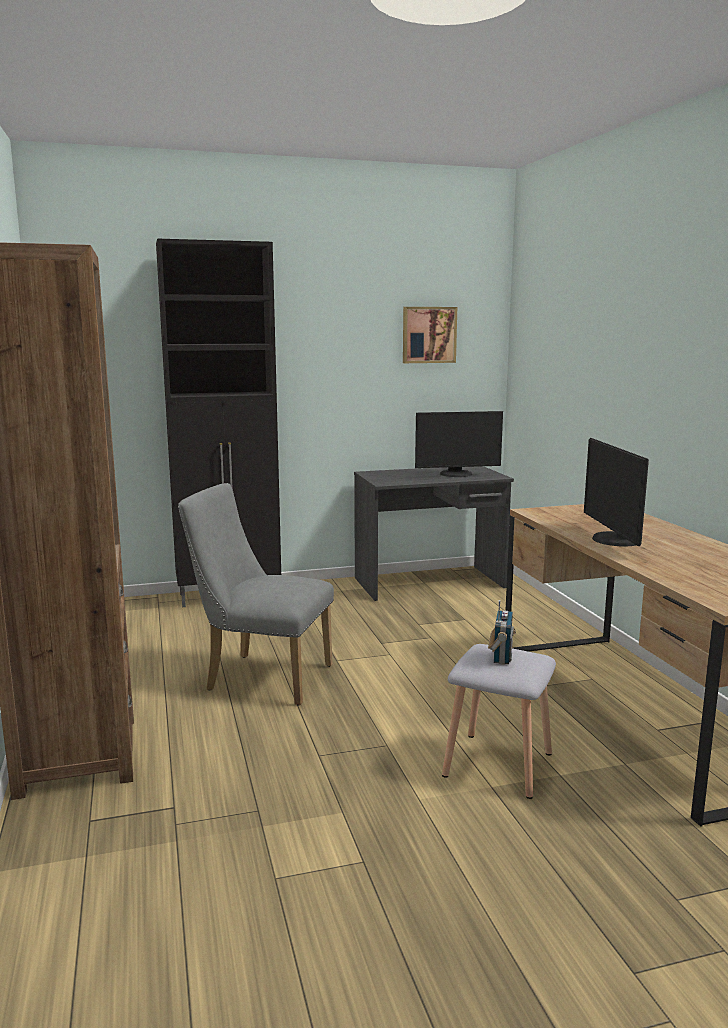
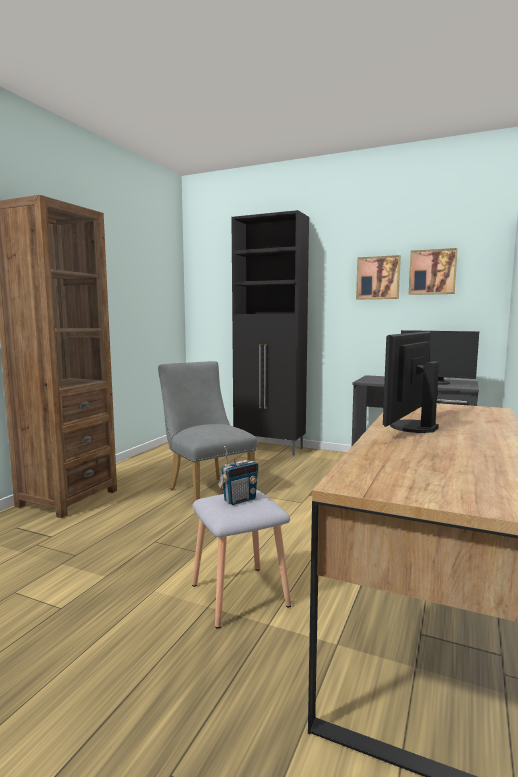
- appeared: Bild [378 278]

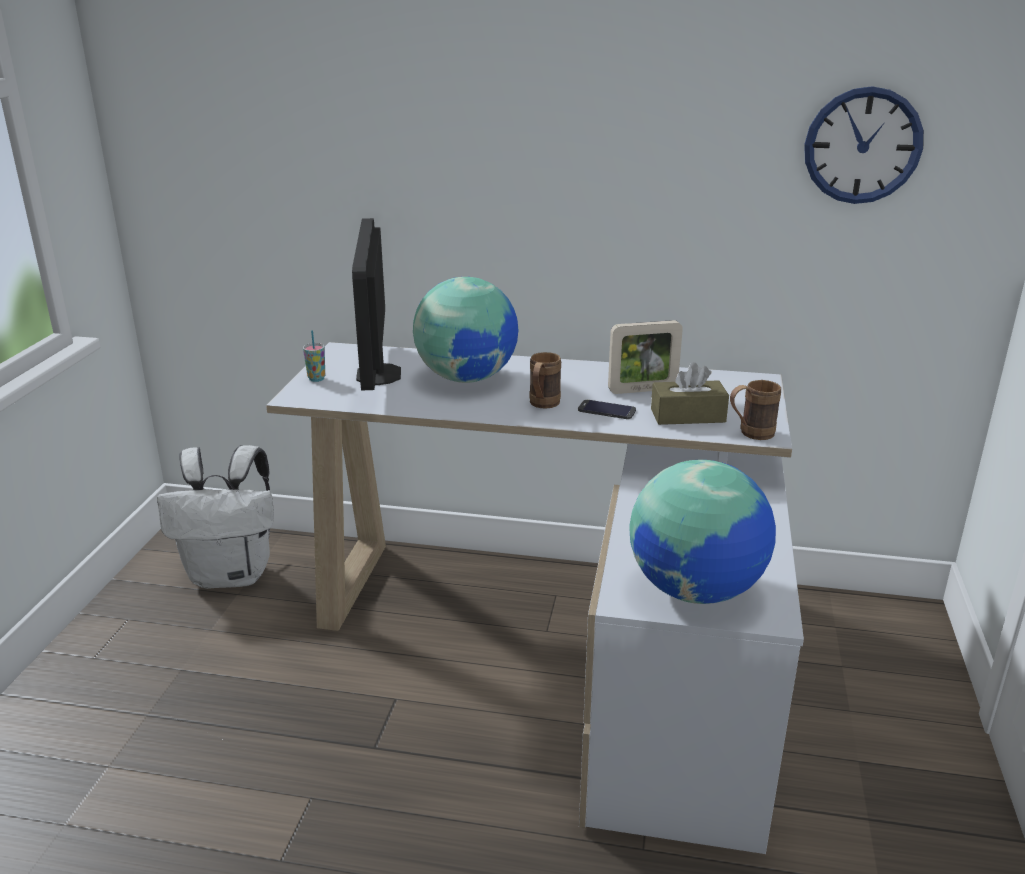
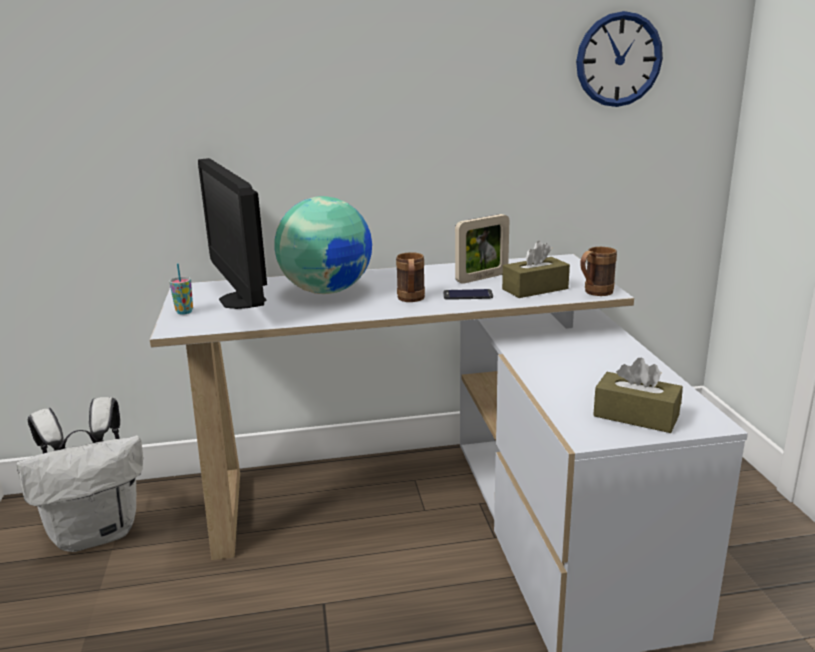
- exchanged: Globus [696 590] to Taschentuchbox (braun) [636 416]

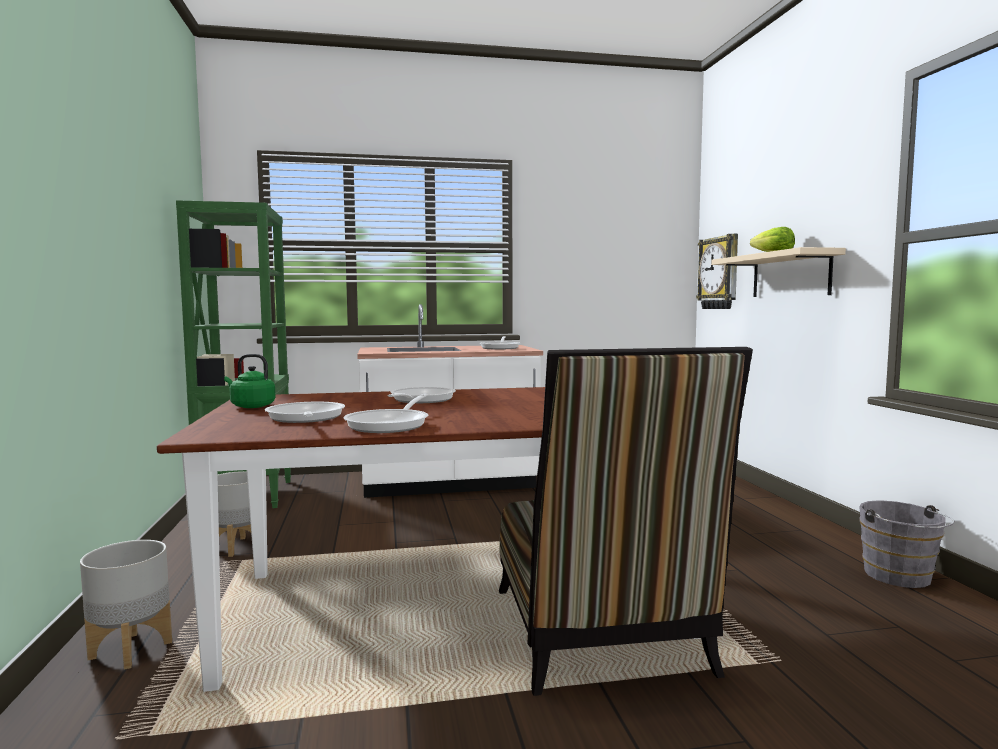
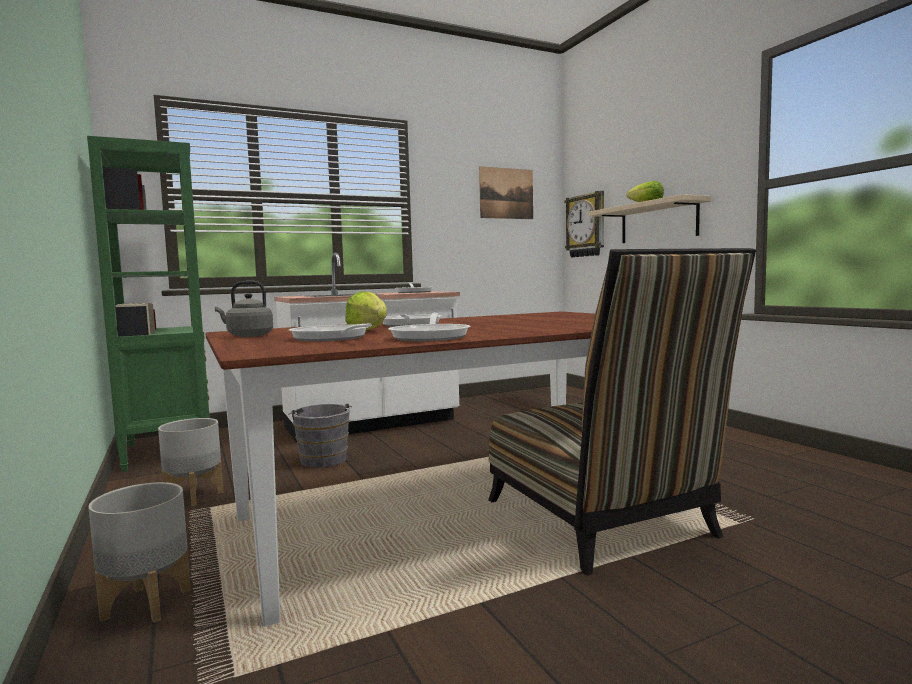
- colour: Wasserkessel (grün) [251 406] to Wasserkessel (grau) [247 336]
- relocated: Eimer (grau) [900 577] to [324 461]
- appeared: Salatkopf [368 330]
- appeared: Bild [506 193]

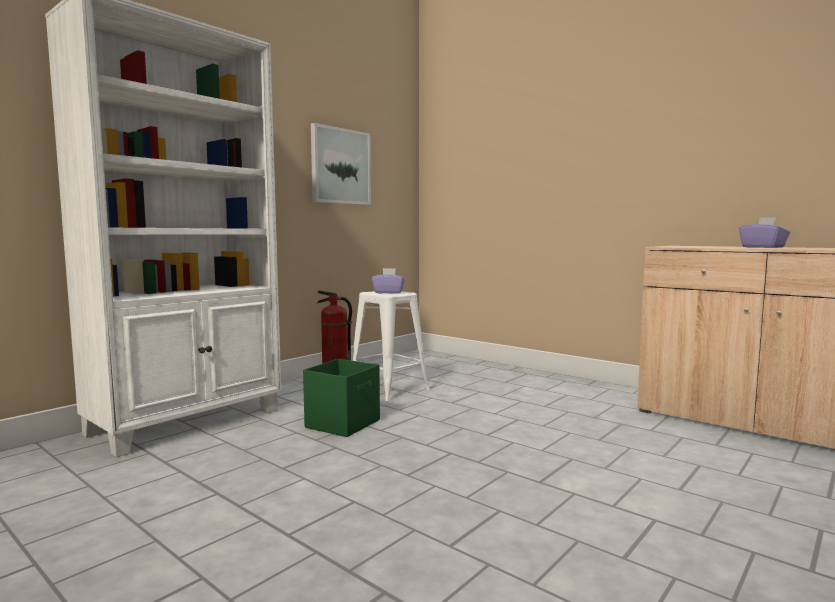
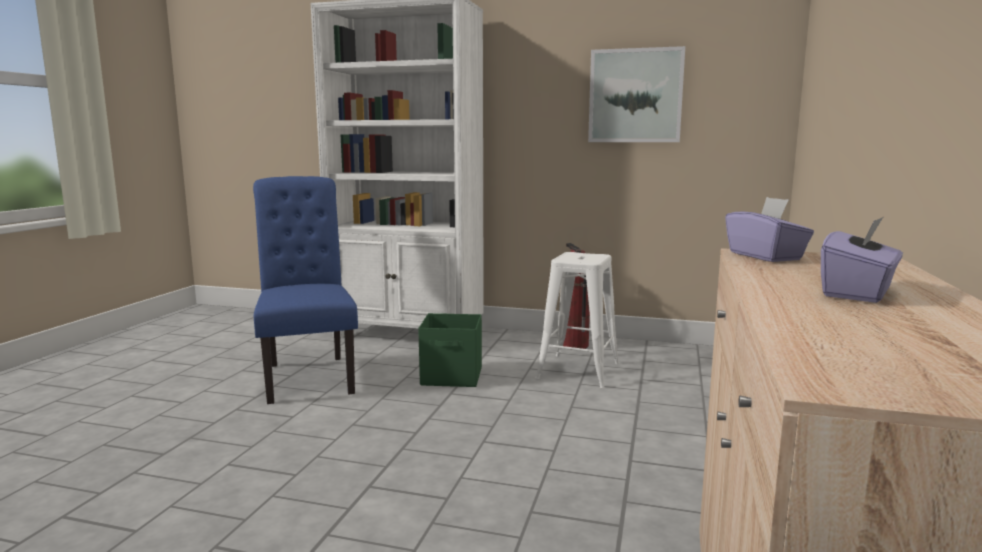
- relocated: Taschentuchbox (lila) [388 292] to [765 256]
- appeared: Stuhl (blau) [308 375]

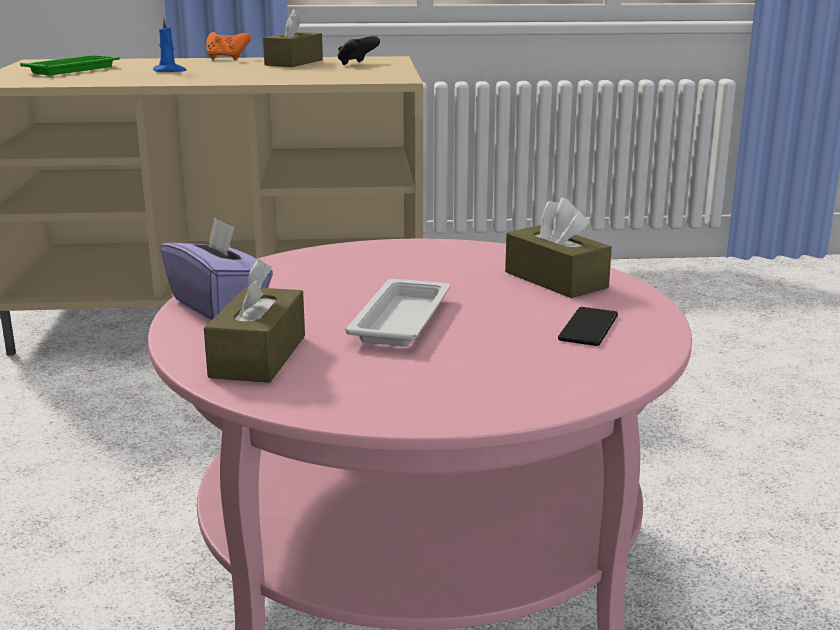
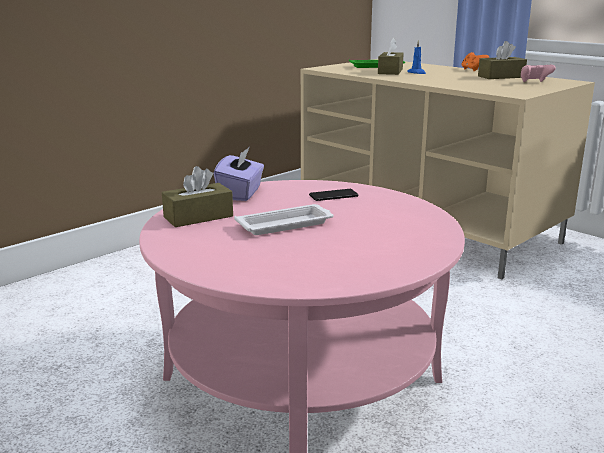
- colour: Gamepad (schwarz) [357 64] to Gamepad (rosa) [534 82]
- relocated: Taschentuchbox (braun) [555 280] to [390 71]
- relocated: Handy [588 328] to [333 196]

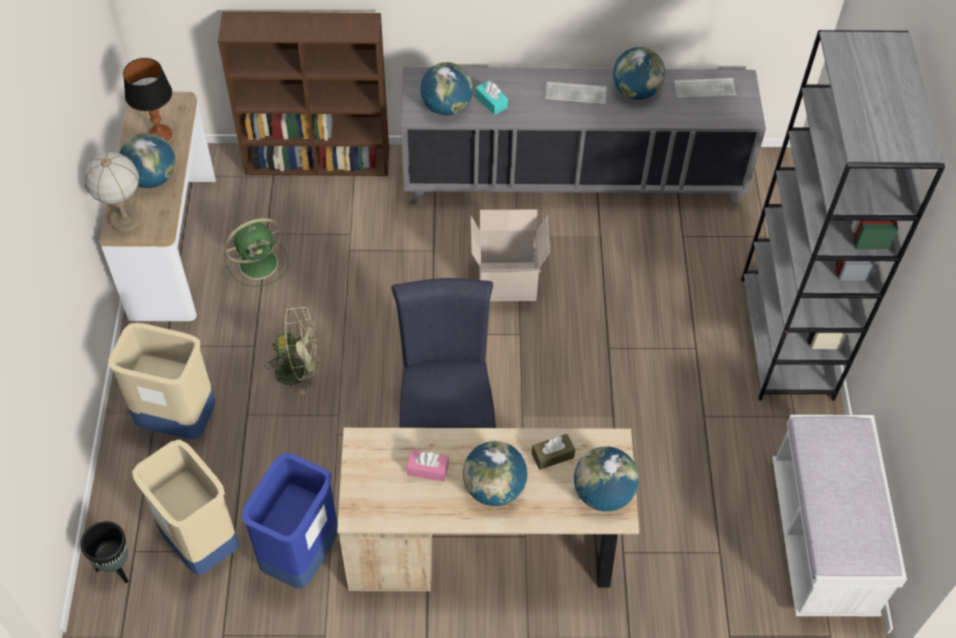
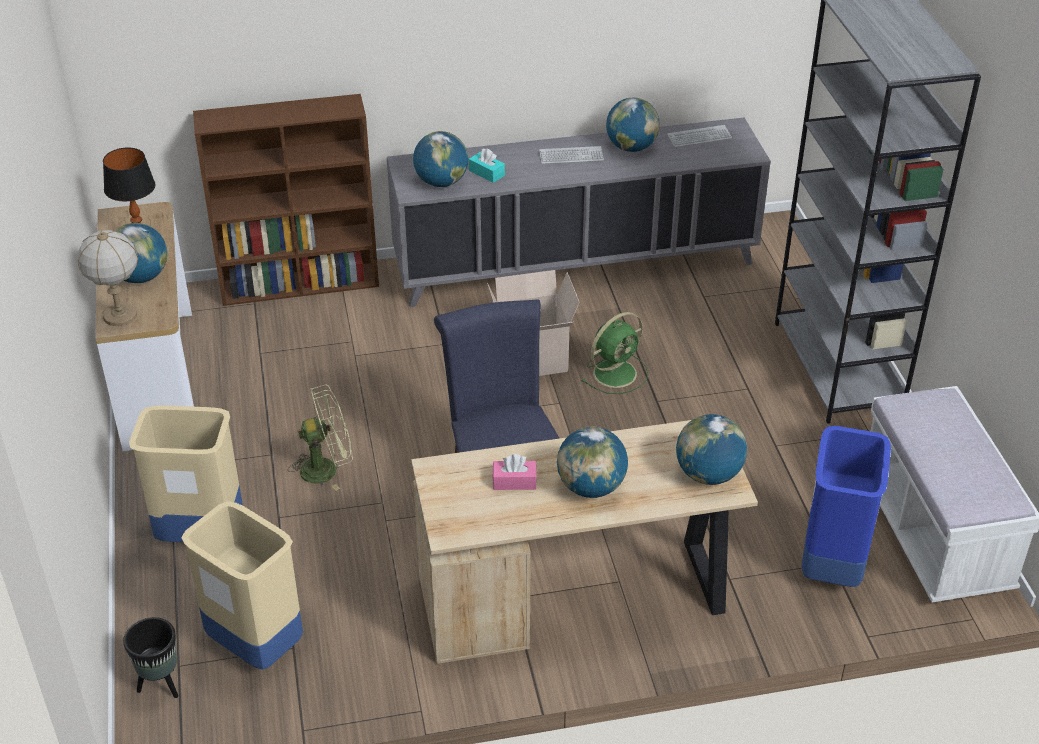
- relocated: Ventilator (grün) [260 263] to [616 372]
- relocated: Mülleimer (blau) [301 557] to [832 567]
- missing: Taschentuchbox (braun) [552 455]

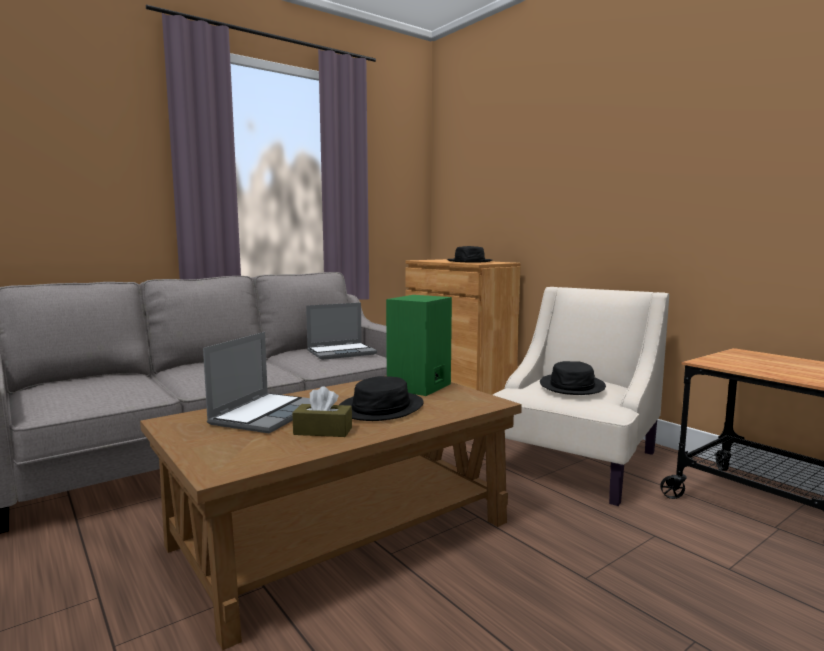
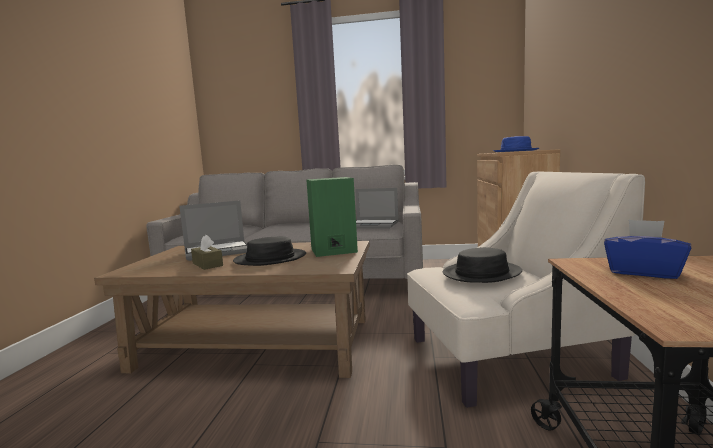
- colour: Hut (schwarz) [469 261] to Hut (blau) [516 151]
- appeared: Taschentuchbox (blau) [642 272]

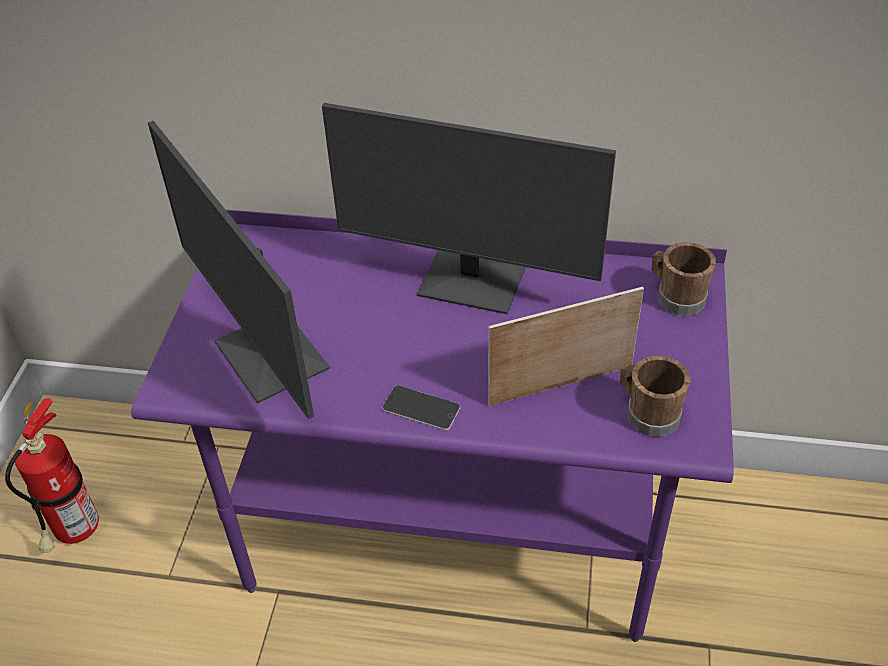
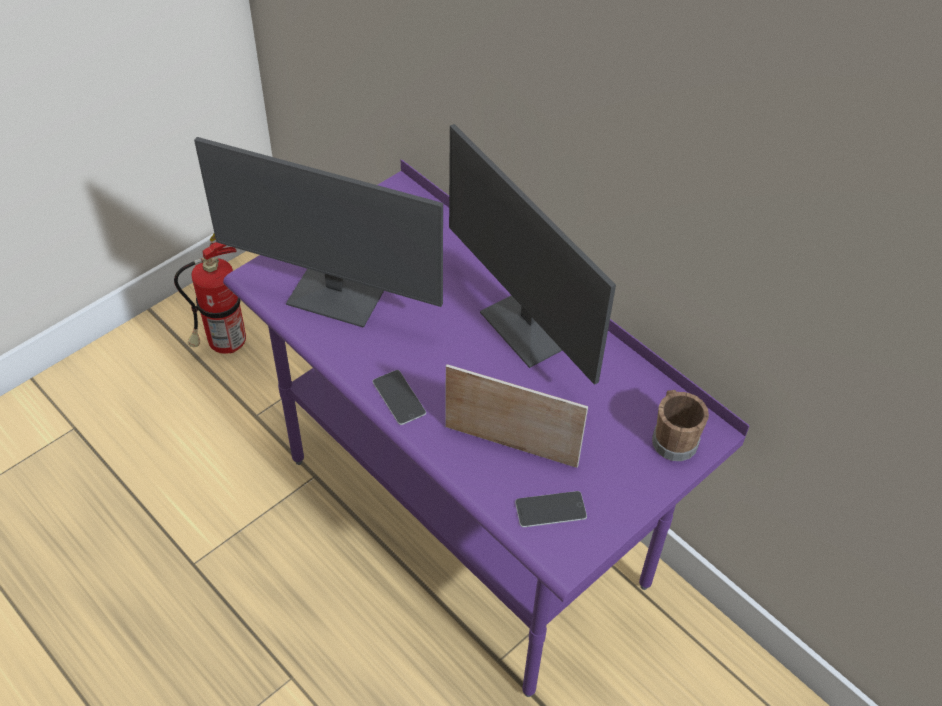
- spun: Monitor [268 357] = [337 294] 75 degrees counterclockwise
- exchanged: Henkelbecher (braun) [647 413] to Handy [550 509]

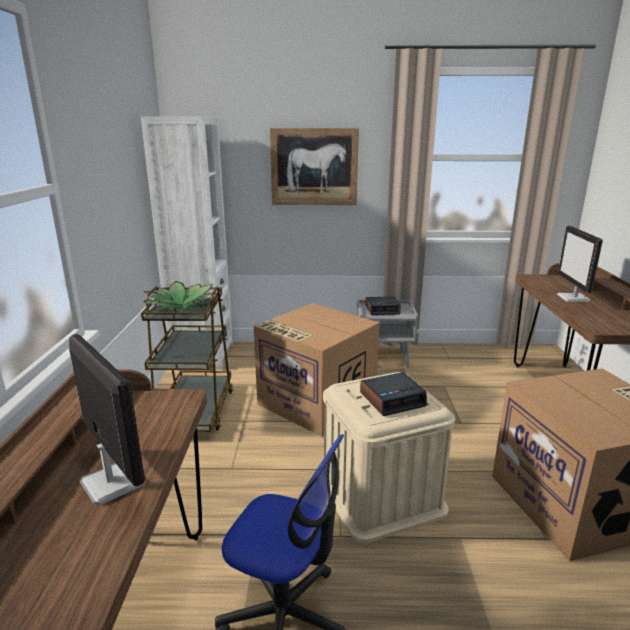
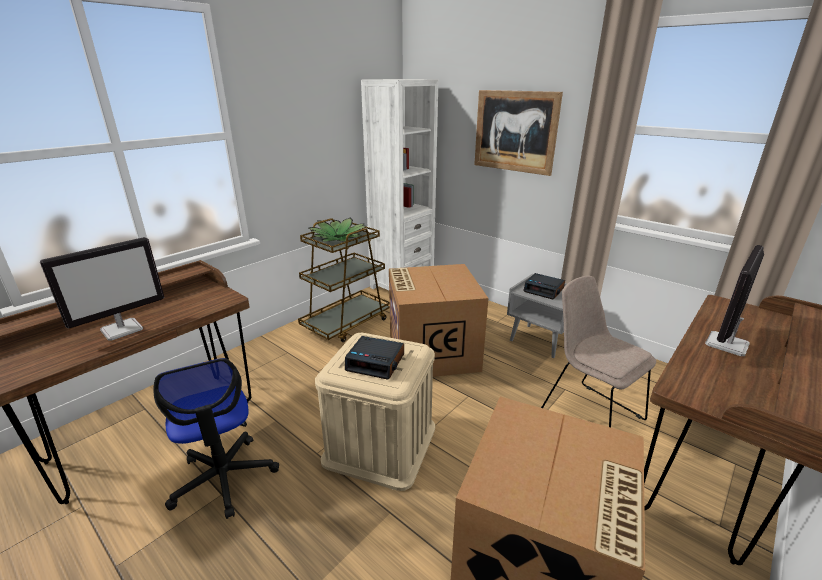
- spun: Monitor [112 482] = [123 329] 45 degrees clockwise
- appeared: Stuhl (beige) [588 414]

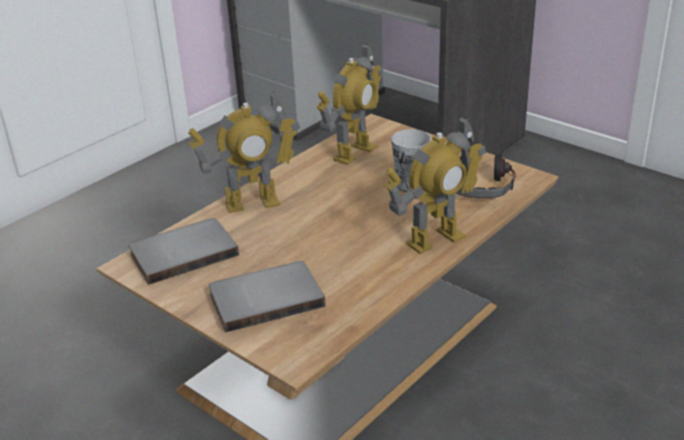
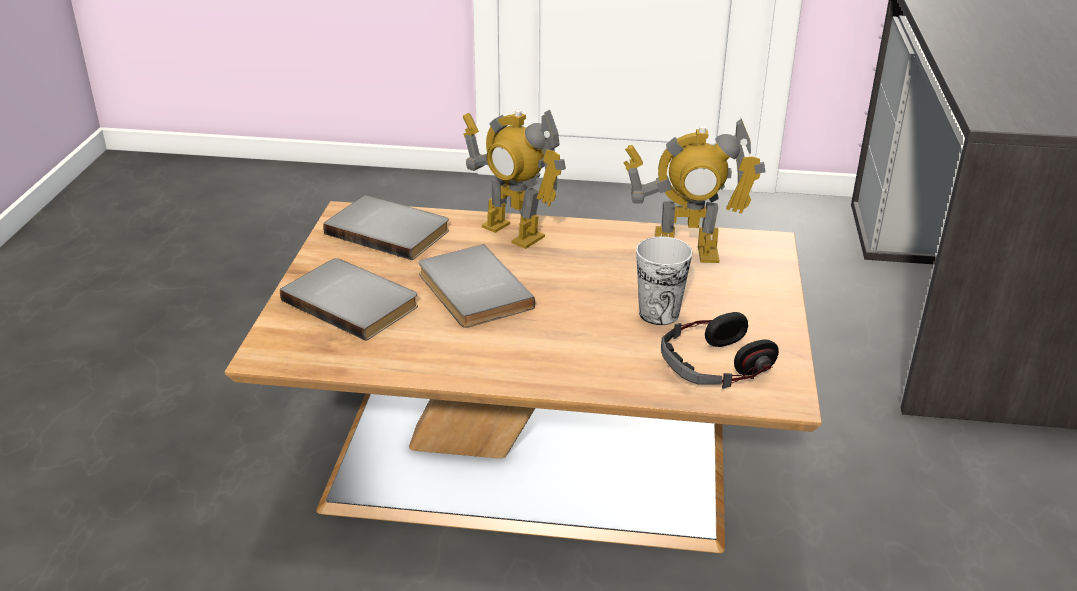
- missing: Spielzeugroboter [435 239]
- appeared: Buch (grau) [470 291]

